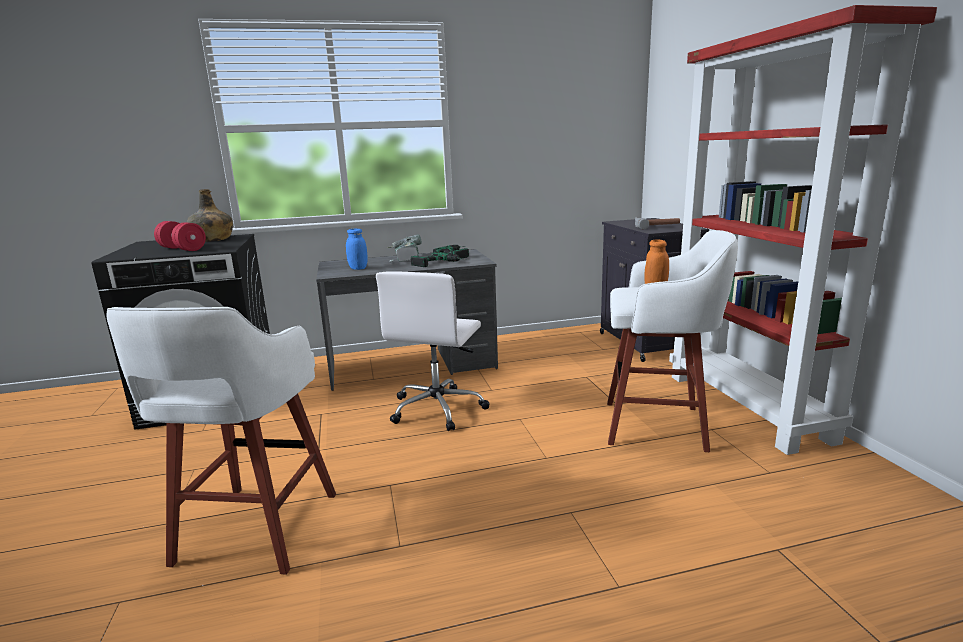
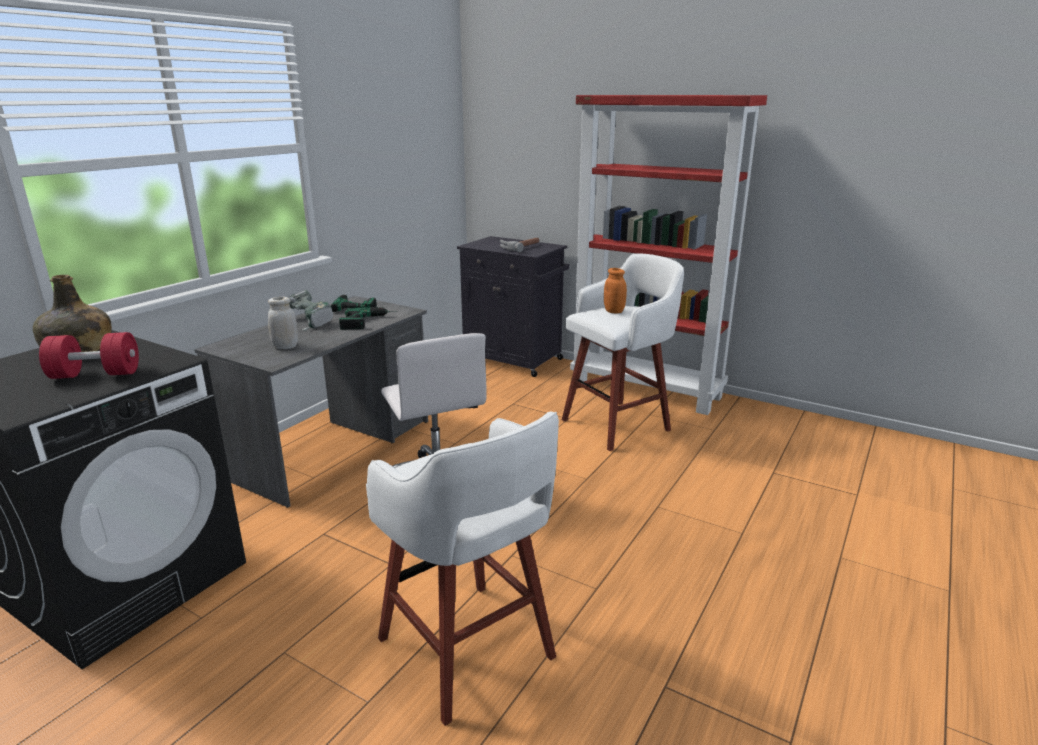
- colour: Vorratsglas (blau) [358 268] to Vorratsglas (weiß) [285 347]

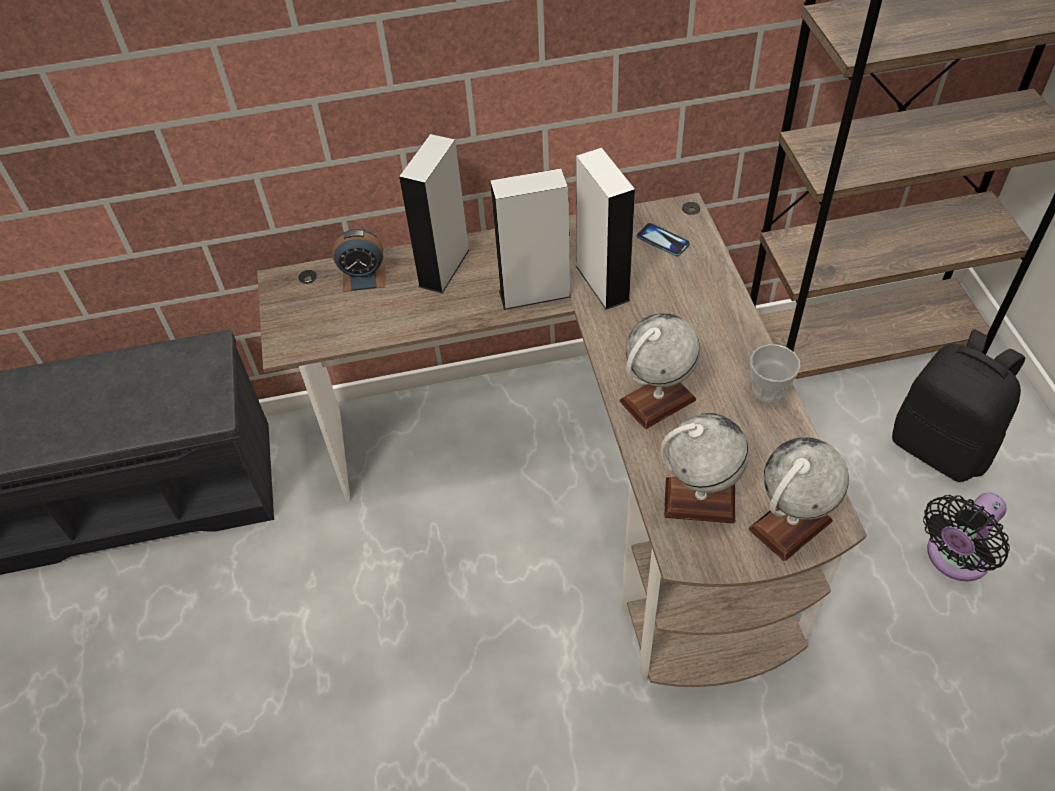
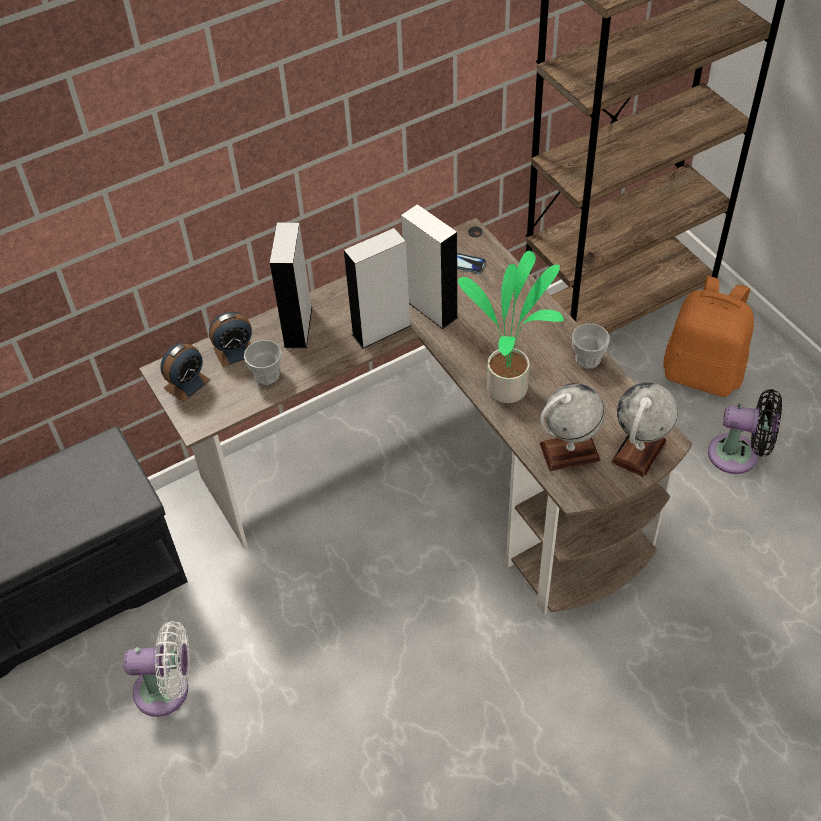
- exchanged: Globus [657 400] to Topfpflanze [510 388]
- colour: Rucksack (schwarz) [941 446] to Rucksack (orange) [702 373]
- spun: Ventilator (schwarz) [954 558] = [738 455] 105 degrees counterclockwise
- appeared: Ventilator (weiß) [167 690]
- appeared: Wecker [187 383]
- appeared: Tasse [267 375]

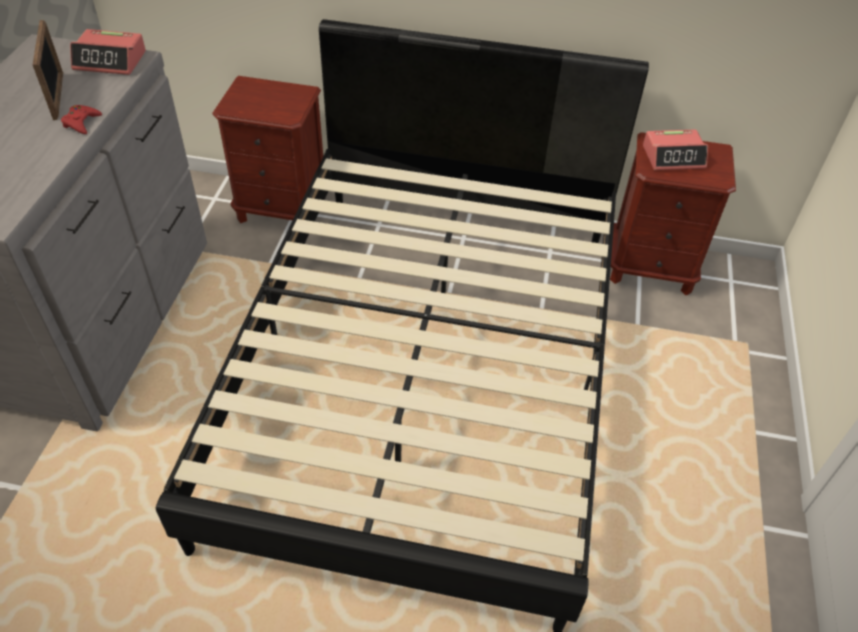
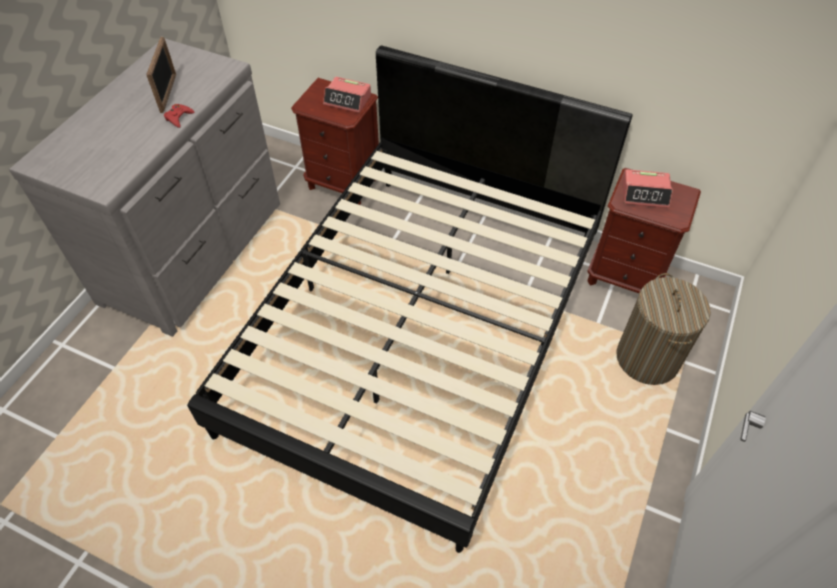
- relocated: Wecker [110 61] to [347 100]
- appeared: Wäschekorb [647 358]

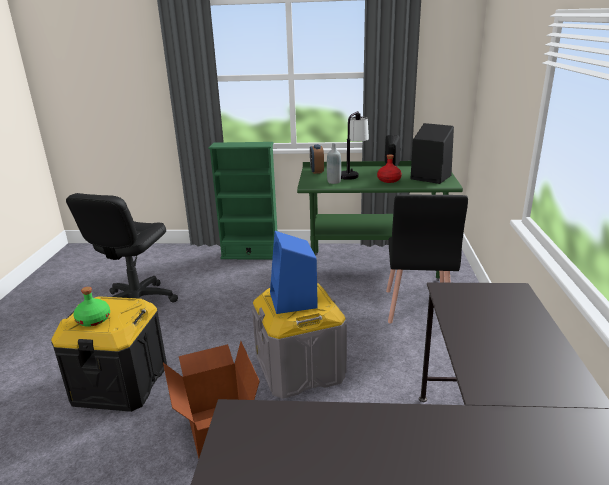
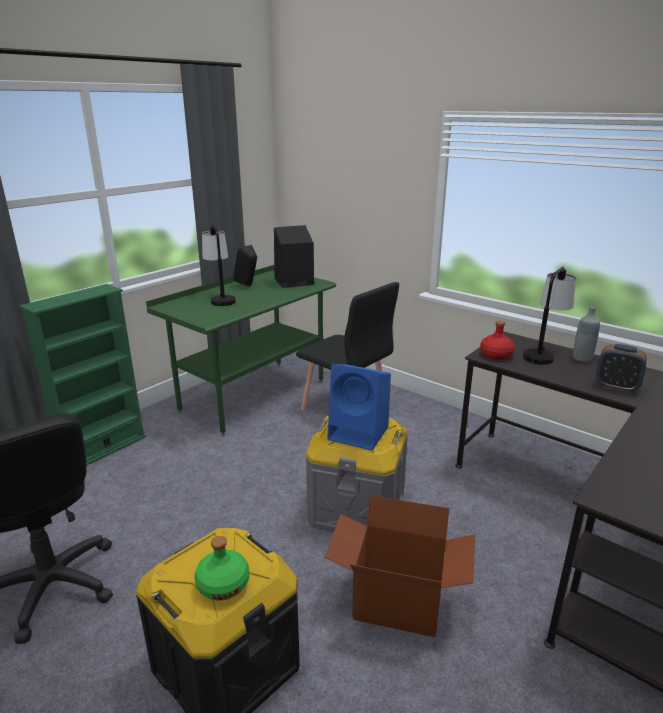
- relocated: Wecker [316 171] to [616 386]
- relocated: Flasche (grau) [334 182] to [582 358]
- relocated: Flasche (rot) [389 180] to [496 355]
- appeared: Tischlampe [543 353]

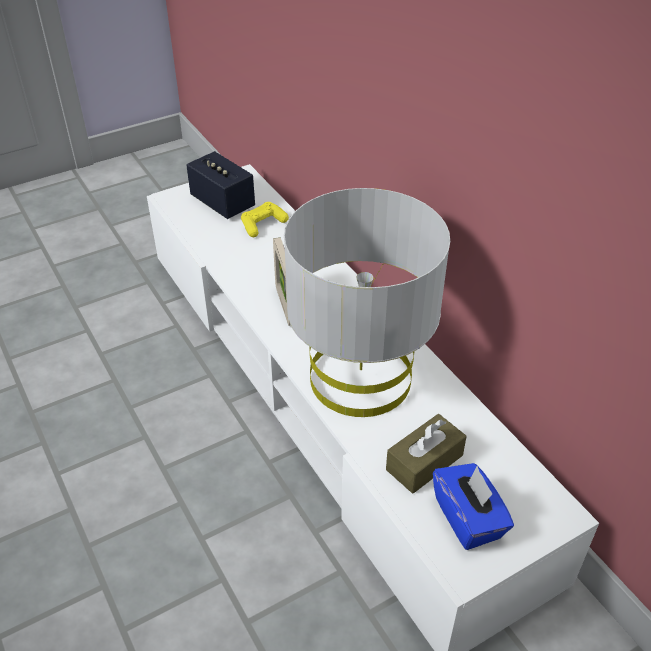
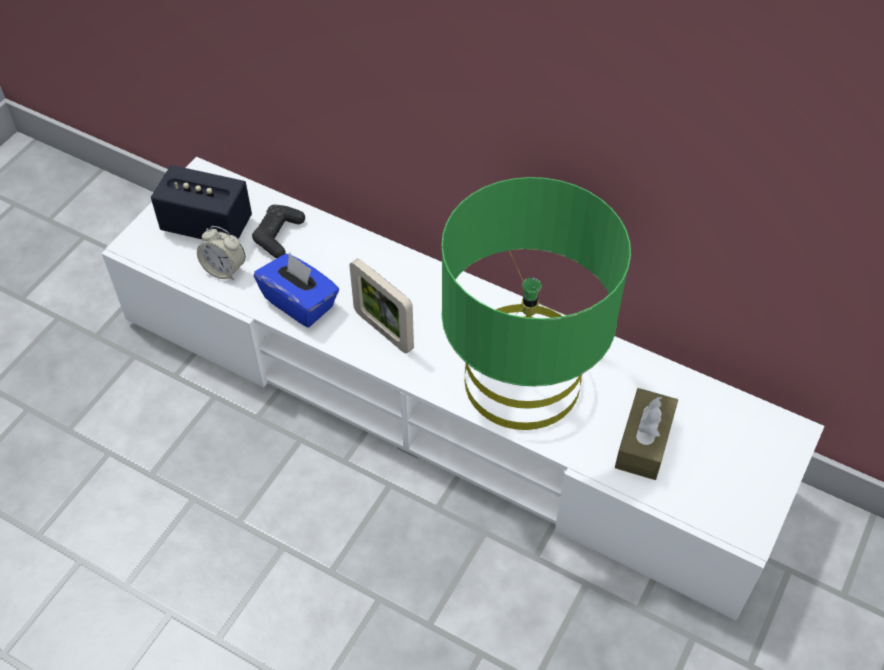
- colour: Gamepad (gelb) [263 224] to Gamepad (schwarz) [278 236]
- colour: Tischlampe (grau) [360 379] to Tischlampe (grün) [522 381]
- relocated: Taschentuchbox (blau) [468 519] to [300 303]
- appeared: Wecker [224 270]

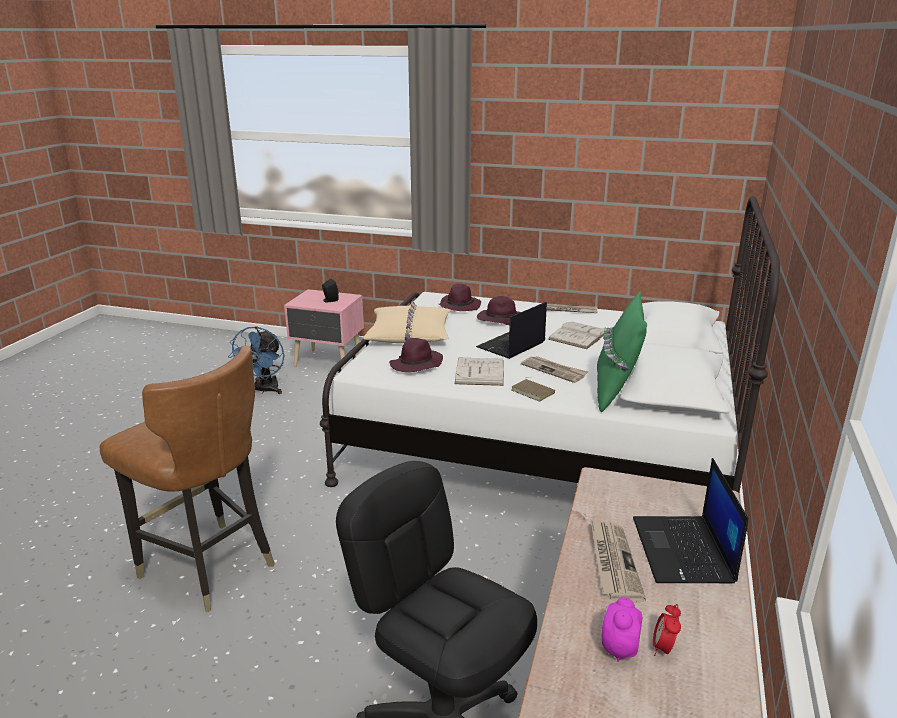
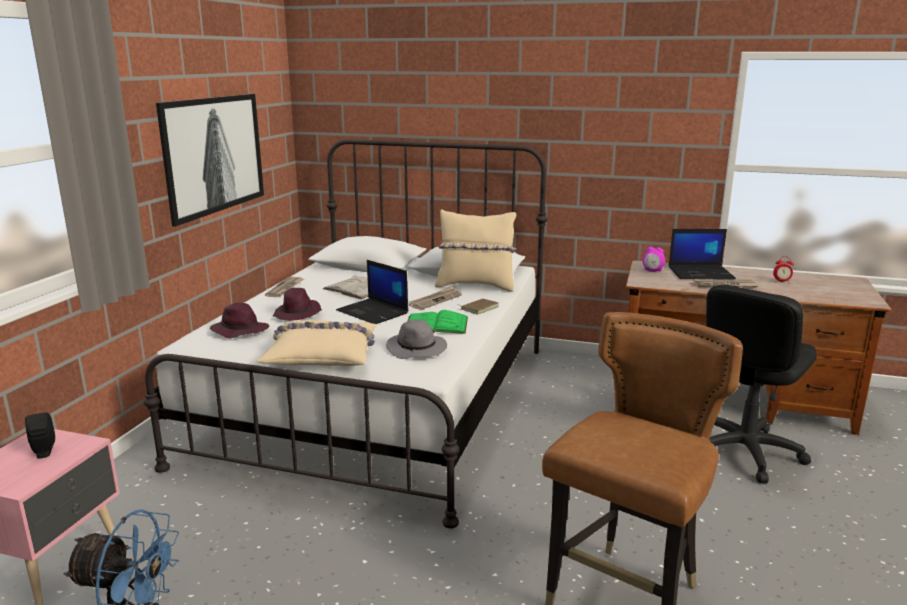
- colour: Hut (lila) [416 365] to Hut (grau) [417 349]
- colour: Buch (weiß) [479 372] to Buch (grün) [436 324]
- colour: Kissen (grün) [616 391] to Kissen (beige) [476 285]
- relocated: Wecker [618 648] to [652 271]
- appeared: Bild [213 154]

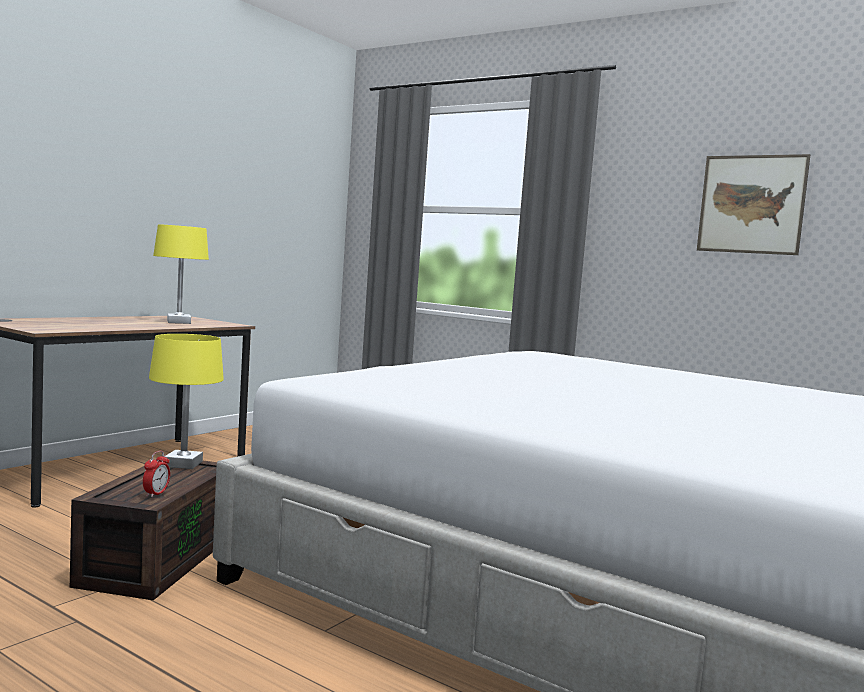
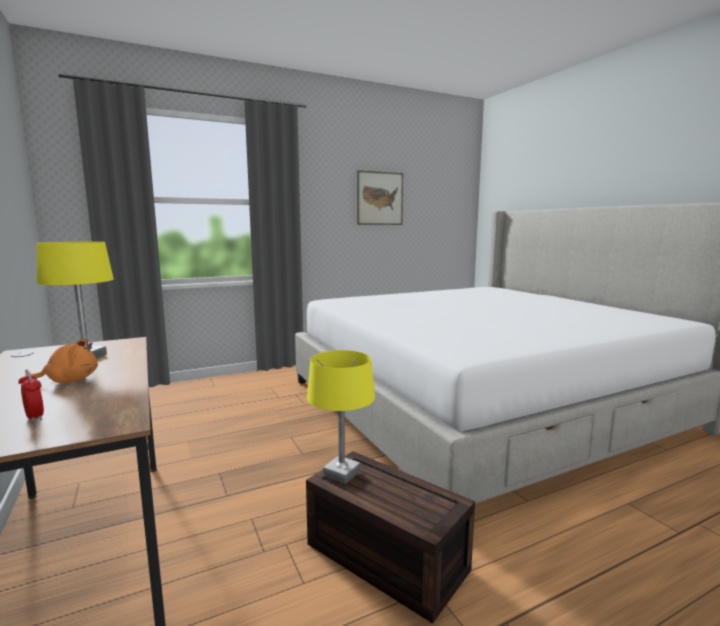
- relocated: Wecker [156 494] to [34 417]
- appeared: Plüschtier (orange) [69 381]

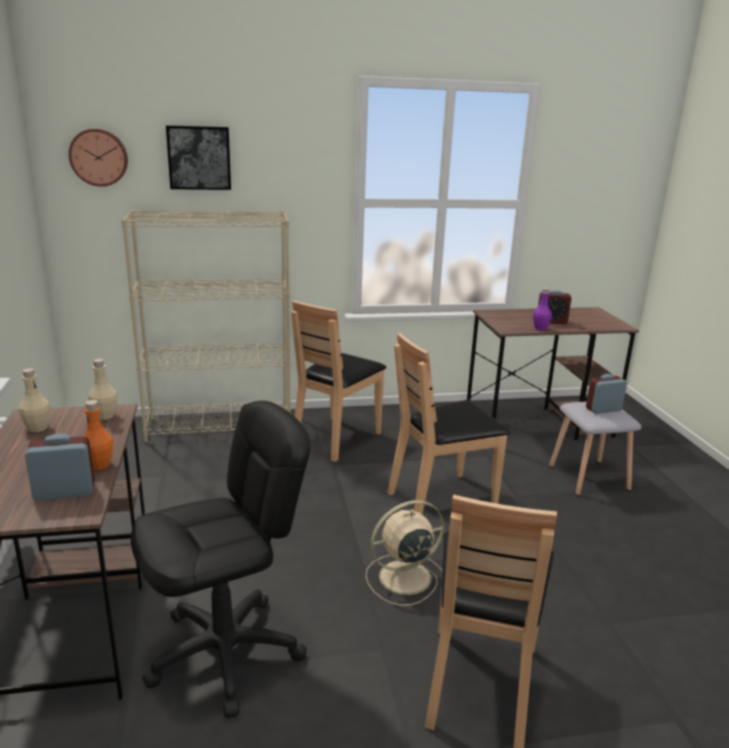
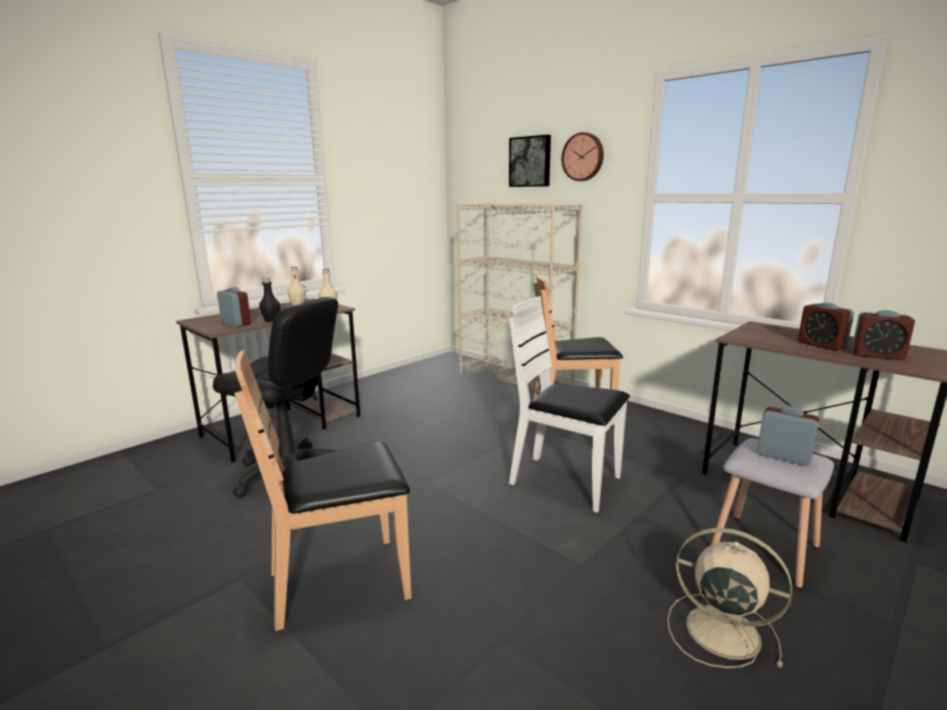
- relocated: Wanduhr [99 157] to [583 157]
- colour: Flasche (orange) [99 465] to Flasche (schwarz) [271 320]
- relocated: Ventilator (beige) [402 578] to [719 630]
- colour: Stuhl (braun) [441 499] to Stuhl (weiß) [565 482]
- missing: Flasche (lila) [540 328]
- appeared: Wecker [877 355]

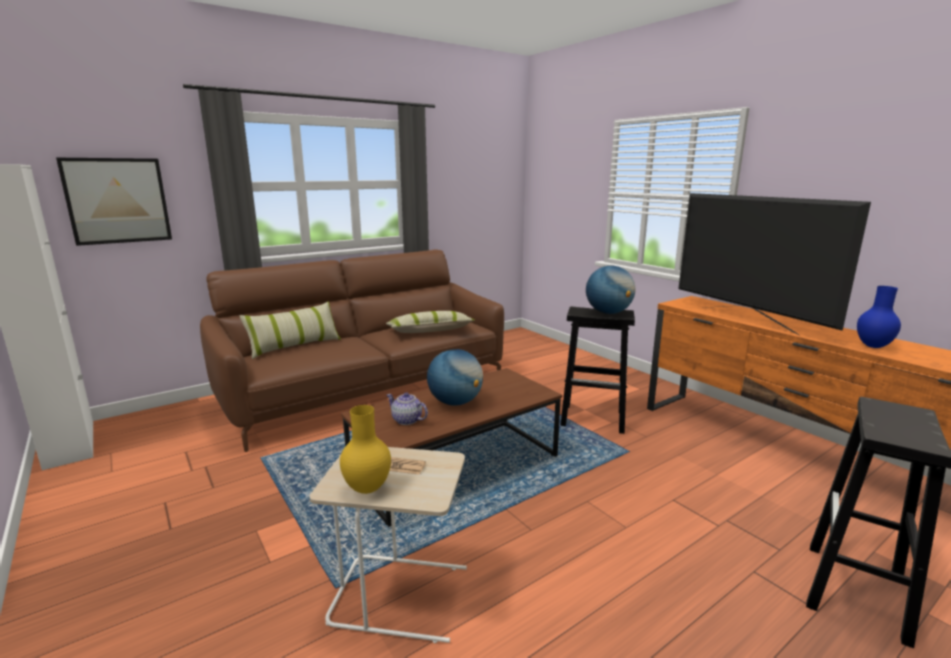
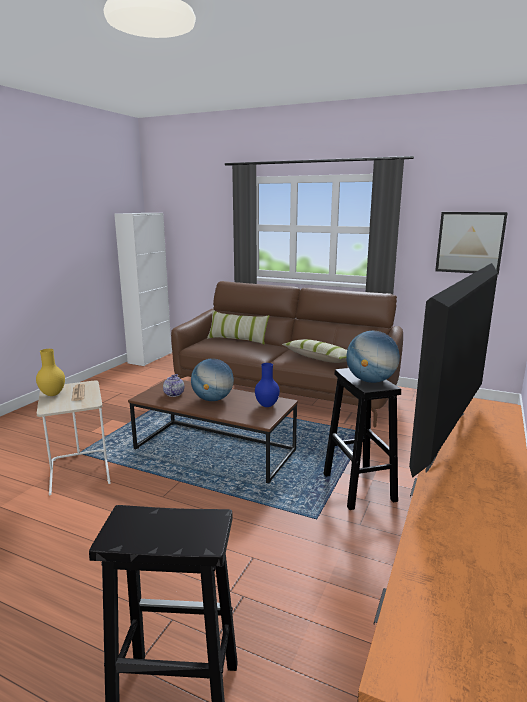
- relocated: Bild [117 201] to [470 242]
- relocated: Vase (blau) [872 346] to [266 405]

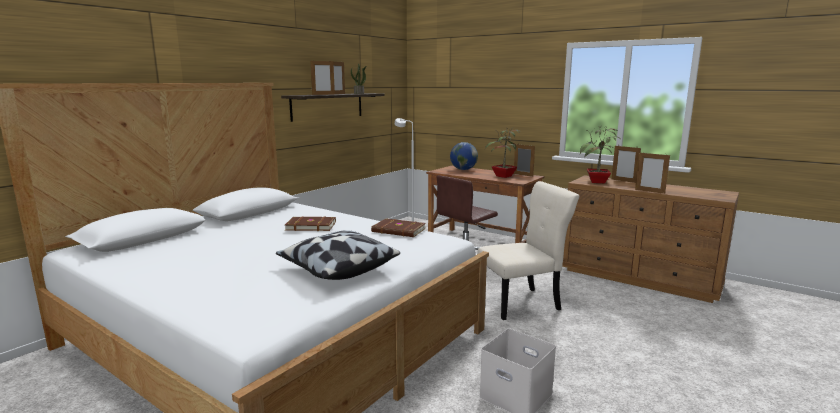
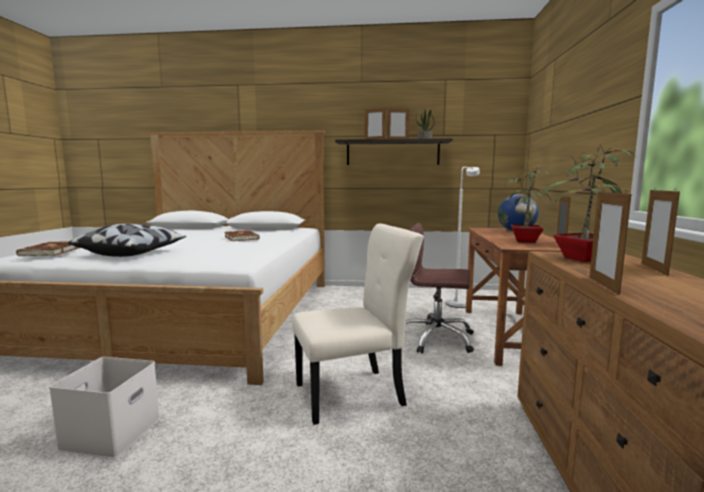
- relocated: Buch (braun) [398 231] to [50 251]
- spun: Stuhl (beige) [522 303] = [354 394] 60 degrees counterclockwise

